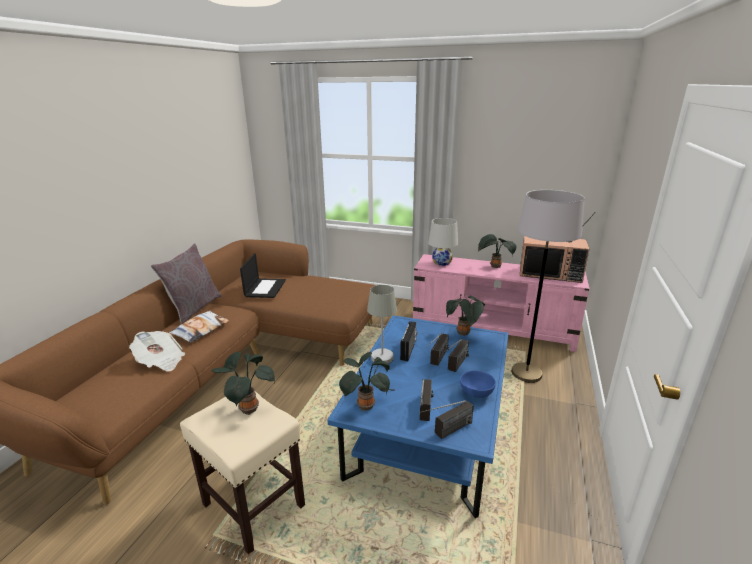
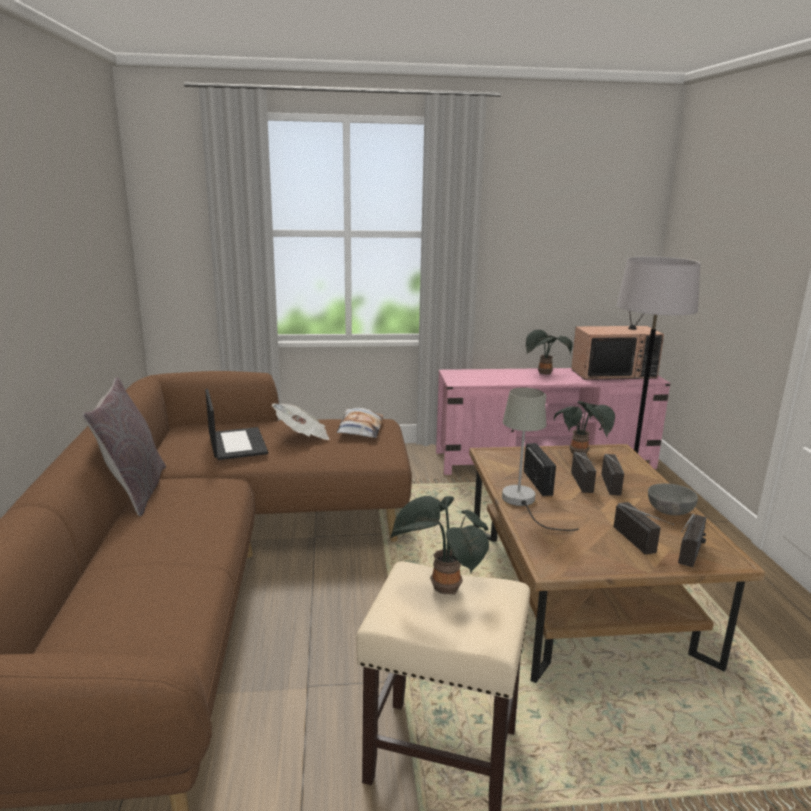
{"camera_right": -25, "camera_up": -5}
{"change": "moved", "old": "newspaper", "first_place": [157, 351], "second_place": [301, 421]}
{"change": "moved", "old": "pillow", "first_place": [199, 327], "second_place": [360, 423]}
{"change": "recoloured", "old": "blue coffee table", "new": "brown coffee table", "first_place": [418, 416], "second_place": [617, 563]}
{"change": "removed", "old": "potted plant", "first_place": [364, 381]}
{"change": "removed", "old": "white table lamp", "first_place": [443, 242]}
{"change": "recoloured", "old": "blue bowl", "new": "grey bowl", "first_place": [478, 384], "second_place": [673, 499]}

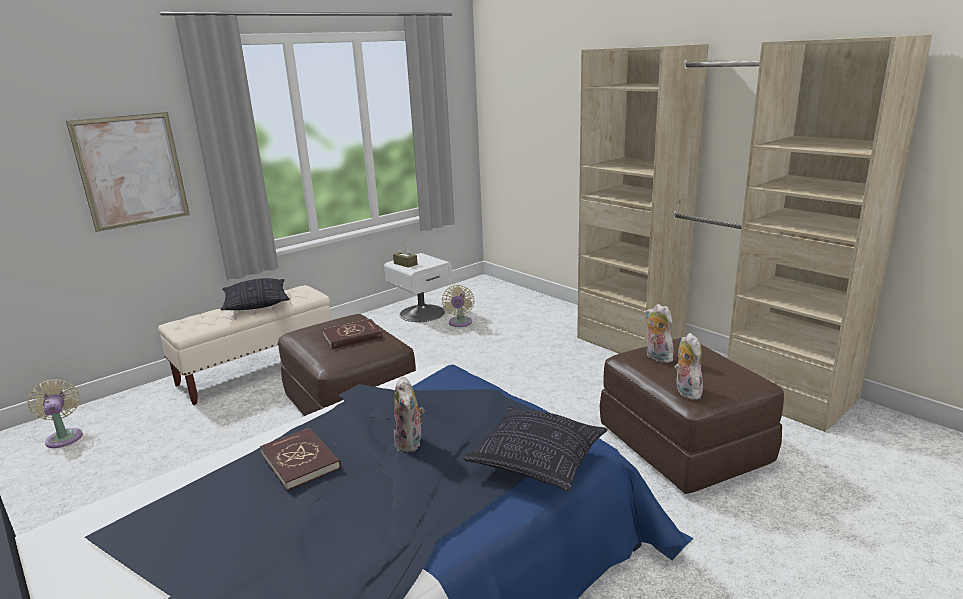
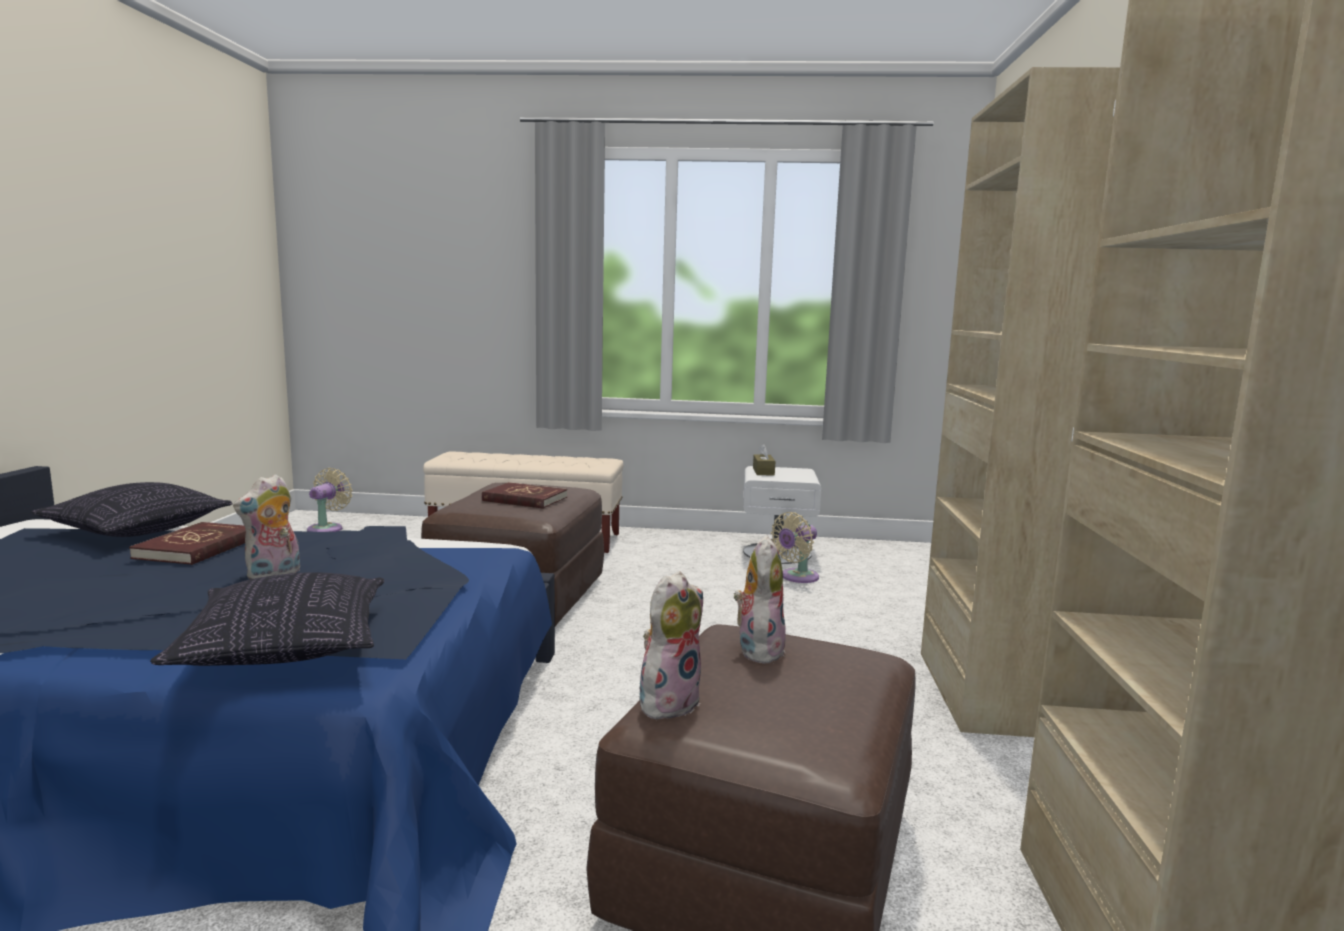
{"camera_right": 45, "camera_up": -10}
{"change": "removed", "old": "picture", "first_place": [128, 172]}
{"change": "moved", "old": "pillow", "first_place": [255, 294], "second_place": [131, 509]}

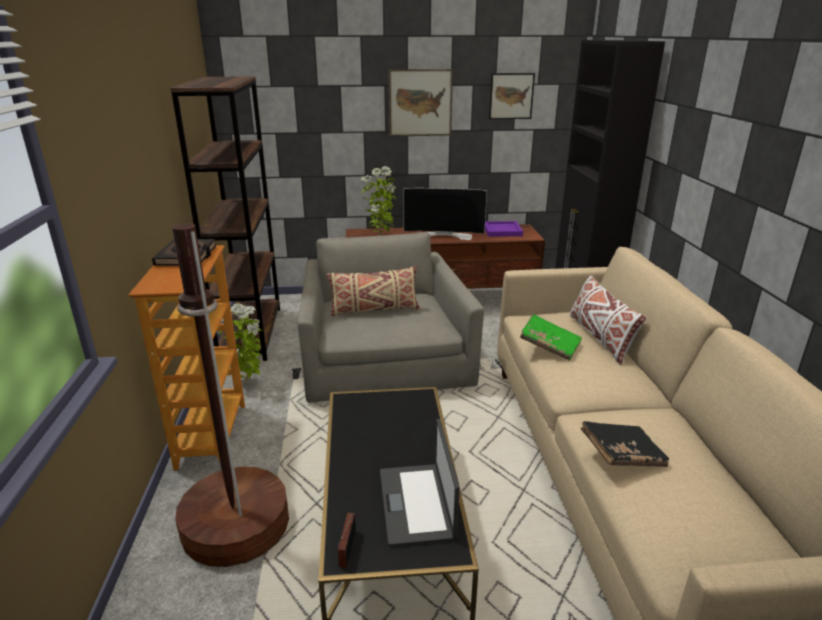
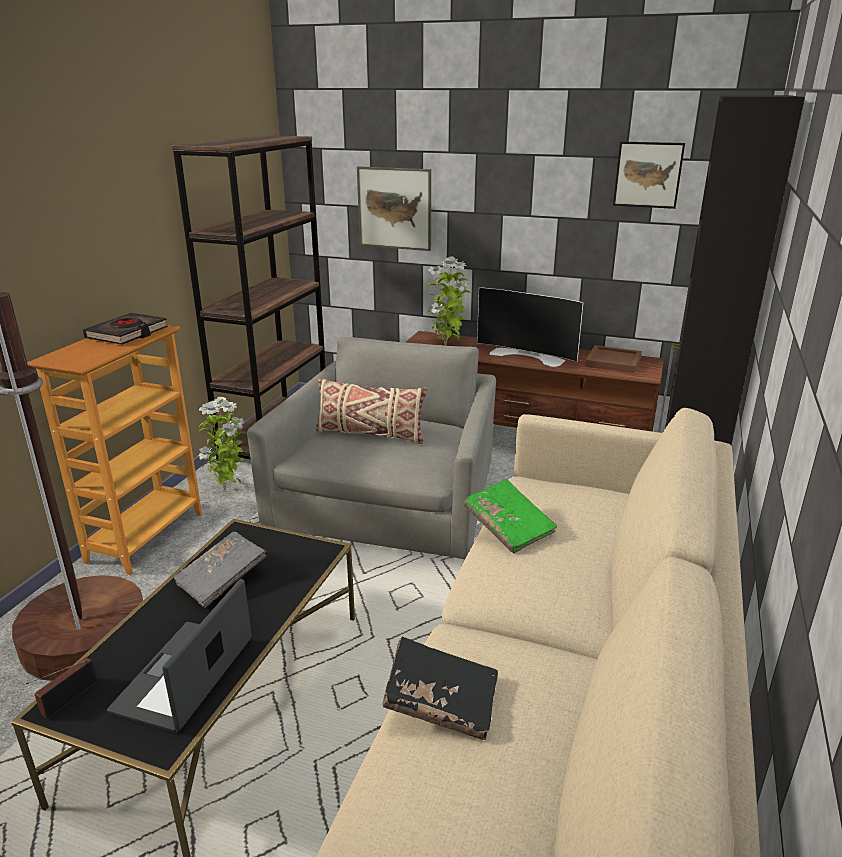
{"camera_right": 25, "camera_up": 0}
{"change": "moved", "old": "picture", "first_place": [420, 102], "second_place": [394, 208]}
{"change": "recoloured", "old": "purple tray", "new": "brown tray", "first_place": [504, 229], "second_place": [613, 359]}
{"change": "removed", "old": "white pillow", "first_place": [608, 320]}
{"change": "added", "new": "grey book", "second_place": [220, 569]}

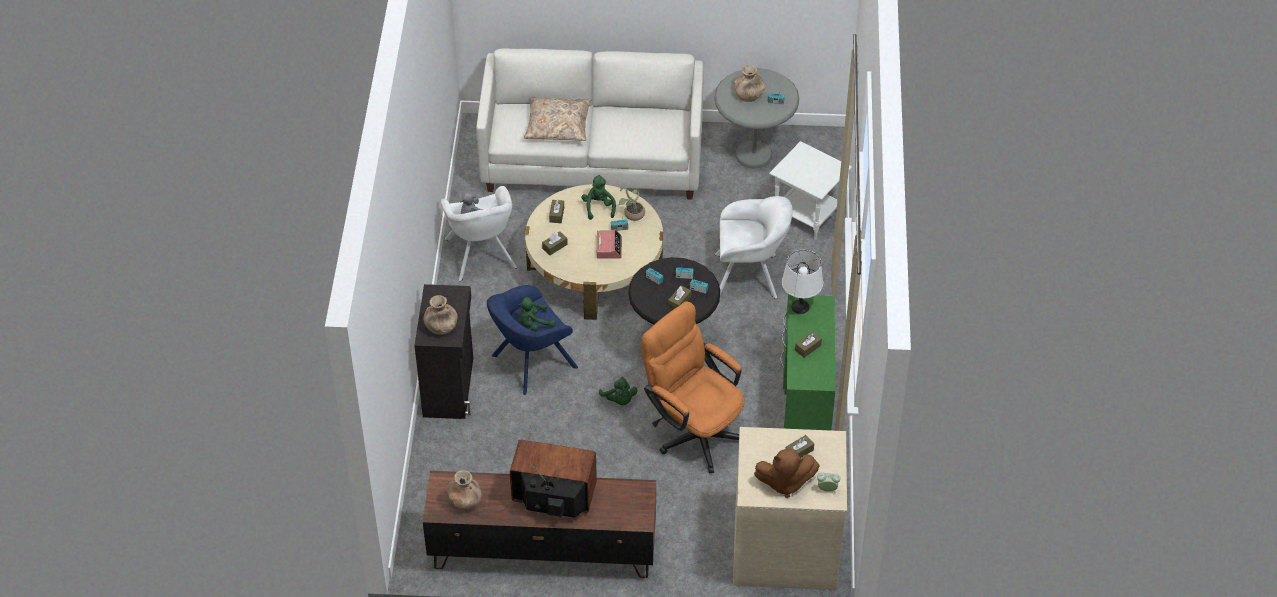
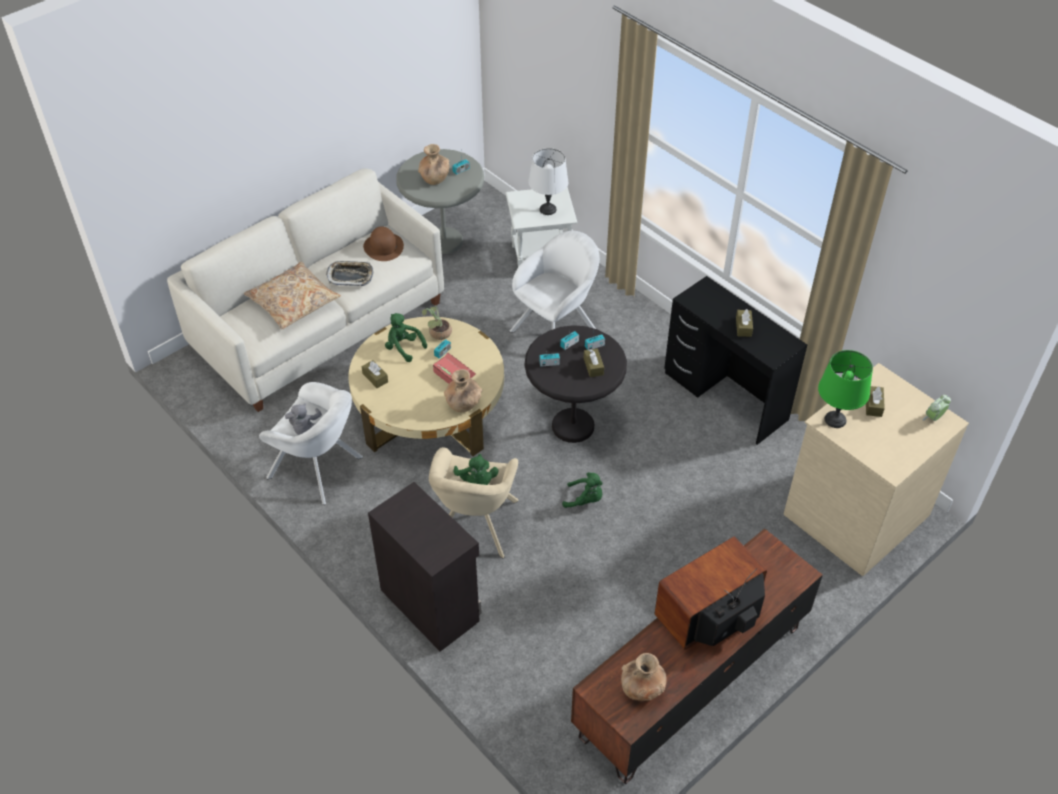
{"camera_right": -45, "camera_up": 0}
{"change": "moved", "old": "brown vase", "first_place": [440, 315], "second_place": [463, 390]}
{"change": "recoloured", "old": "blue armchair", "new": "beige armchair", "first_place": [532, 340], "second_place": [474, 502]}
{"change": "turned", "old": "green plush toy", "first_place": [537, 314], "second_place": [476, 469], "degrees": -45}
{"change": "removed", "old": "brown tissue box", "first_place": [555, 243]}
{"change": "removed", "old": "orange office chair", "first_place": [692, 387]}
{"change": "removed", "old": "brown plush toy", "first_place": [787, 473]}
{"change": "recoloured", "old": "green desk", "new": "black desk", "first_place": [808, 362], "second_place": [735, 360]}
{"change": "moved", "old": "white table lamp", "first_place": [802, 282], "second_place": [548, 181]}
{"change": "added", "new": "tray", "second_place": [350, 273]}
{"change": "added", "new": "brown hat", "second_place": [383, 243]}
{"change": "added", "new": "green table lamp", "second_place": [845, 389]}

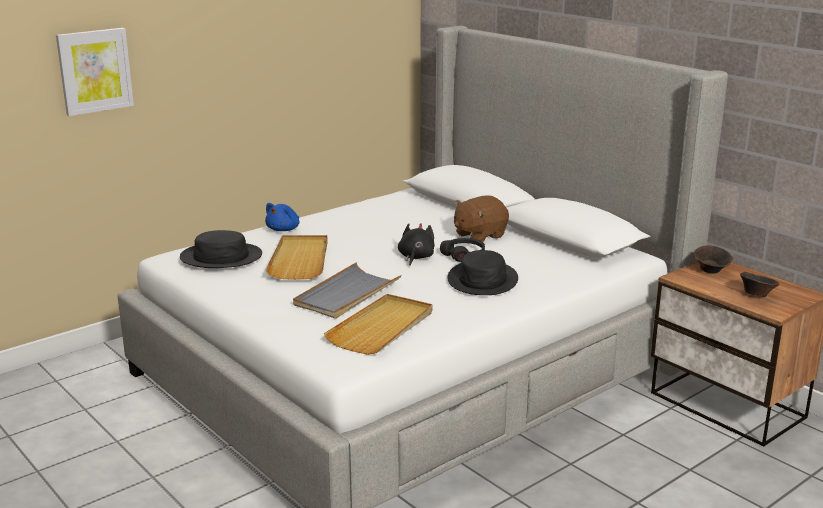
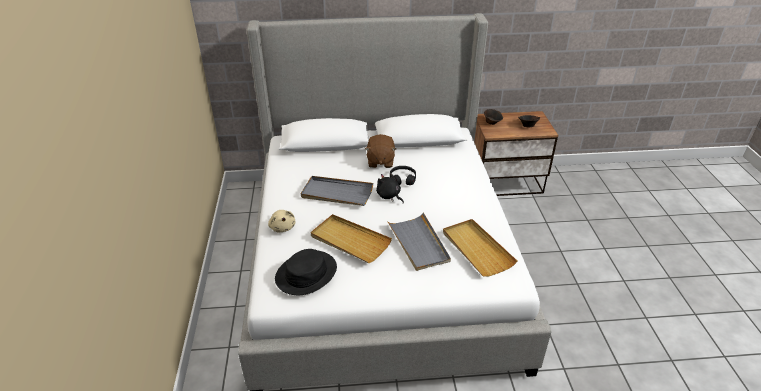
{"camera_right": -55, "camera_up": 15}
{"change": "removed", "old": "picture", "first_place": [95, 72]}
{"change": "recoloured", "old": "blue plush toy", "new": "beige plush toy", "first_place": [282, 217], "second_place": [281, 221]}
{"change": "removed", "old": "black hat", "first_place": [482, 272]}
{"change": "added", "new": "grey tray", "second_place": [337, 191]}

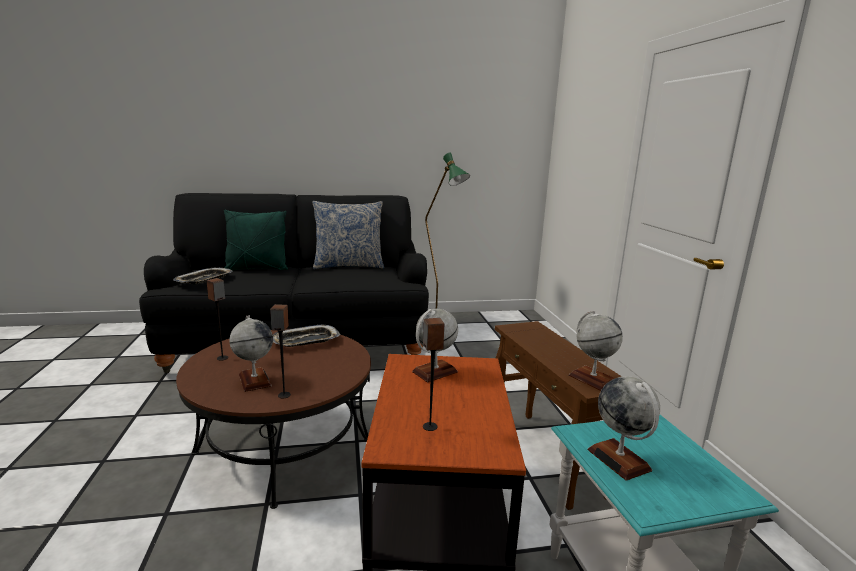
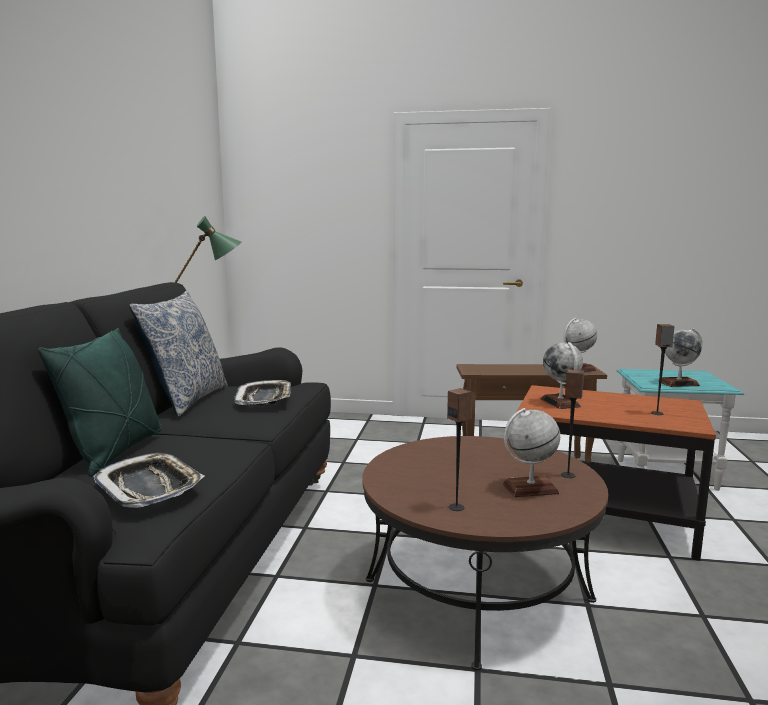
{"camera_right": -70, "camera_up": -5}
{"change": "moved", "old": "tray", "first_place": [306, 335], "second_place": [262, 393]}

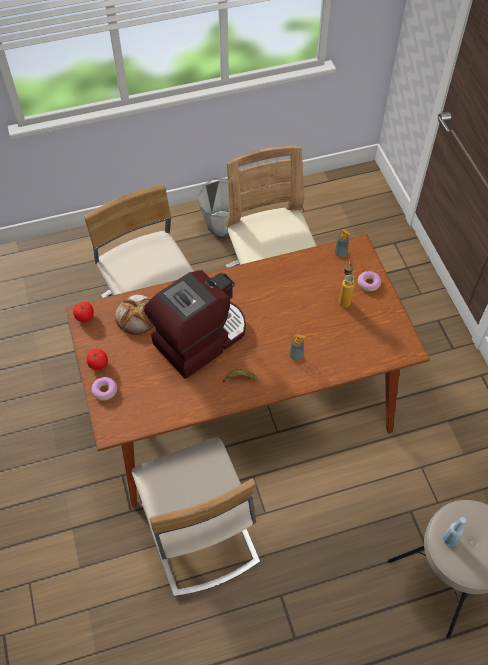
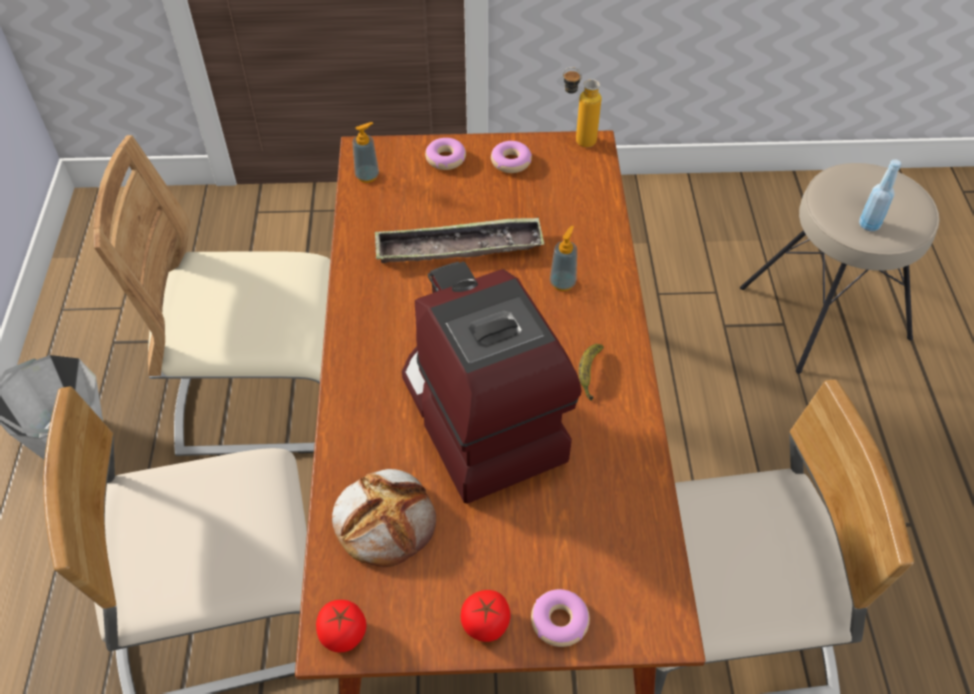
{"camera_right": -75, "camera_up": -5}
{"change": "moved", "old": "bottle", "first_place": [347, 284], "second_place": [582, 107]}
{"change": "added", "new": "tray", "second_place": [459, 240]}
{"change": "added", "new": "donut", "second_place": [511, 157]}

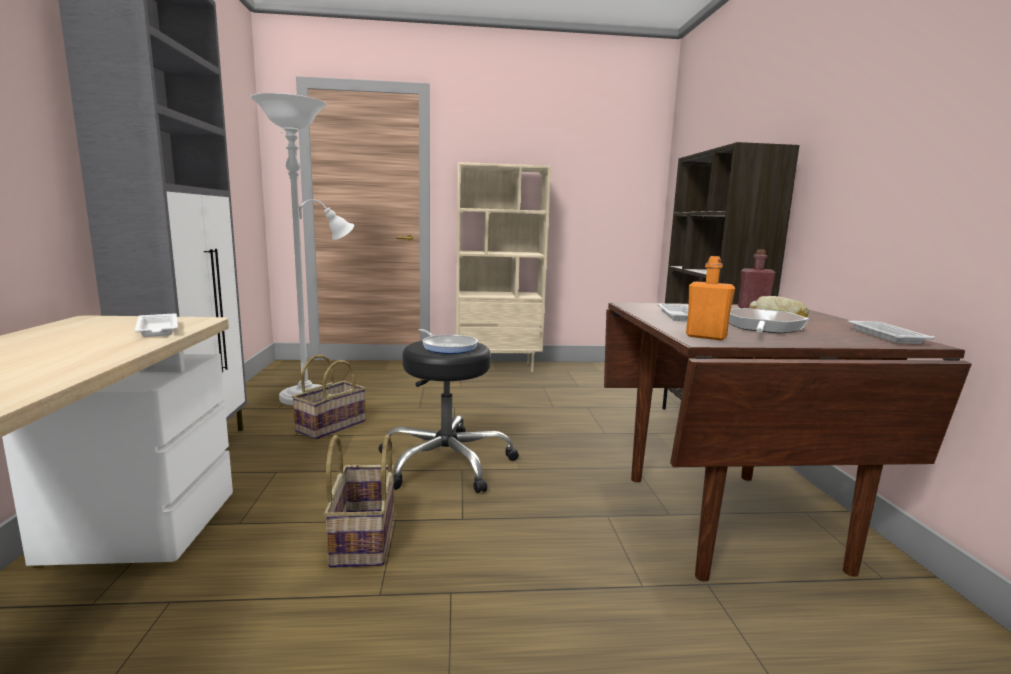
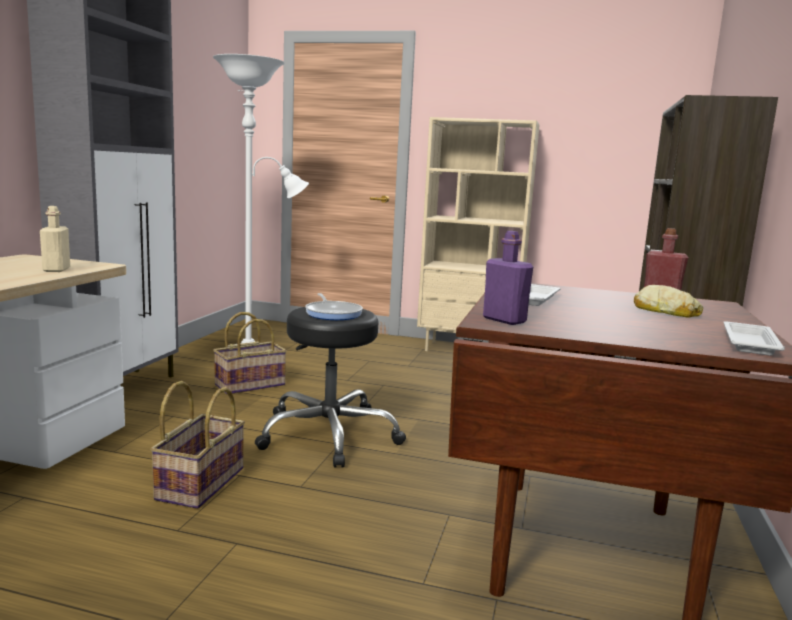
{"camera_right": 20, "camera_up": 0}
{"change": "replaced", "old": "white tray", "new": "beige bottle", "first_place": [156, 325], "second_place": [55, 239]}
{"change": "recoloured", "old": "orange bottle", "new": "purple bottle", "first_place": [710, 298], "second_place": [508, 278]}
{"change": "removed", "old": "frying pan", "first_place": [769, 320]}

